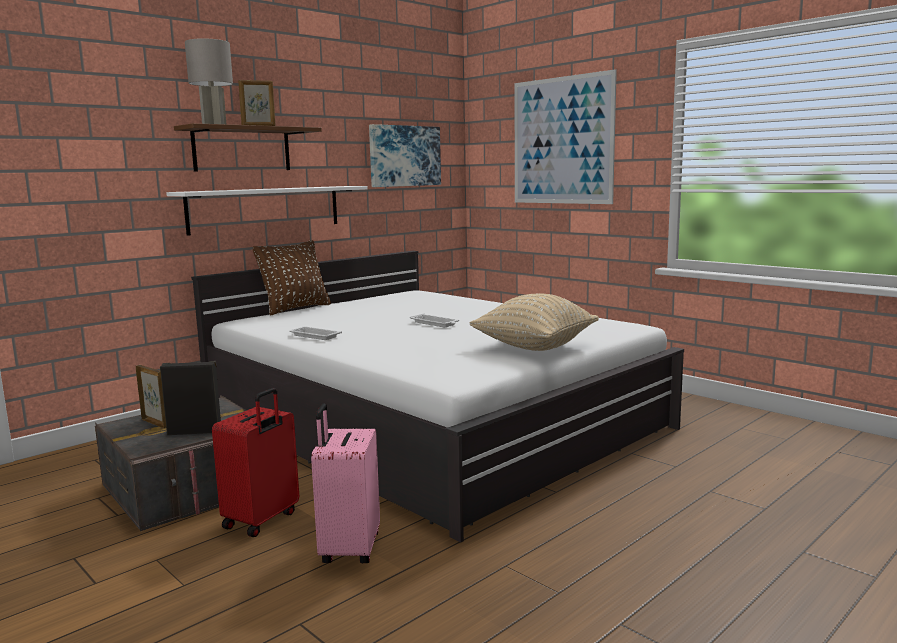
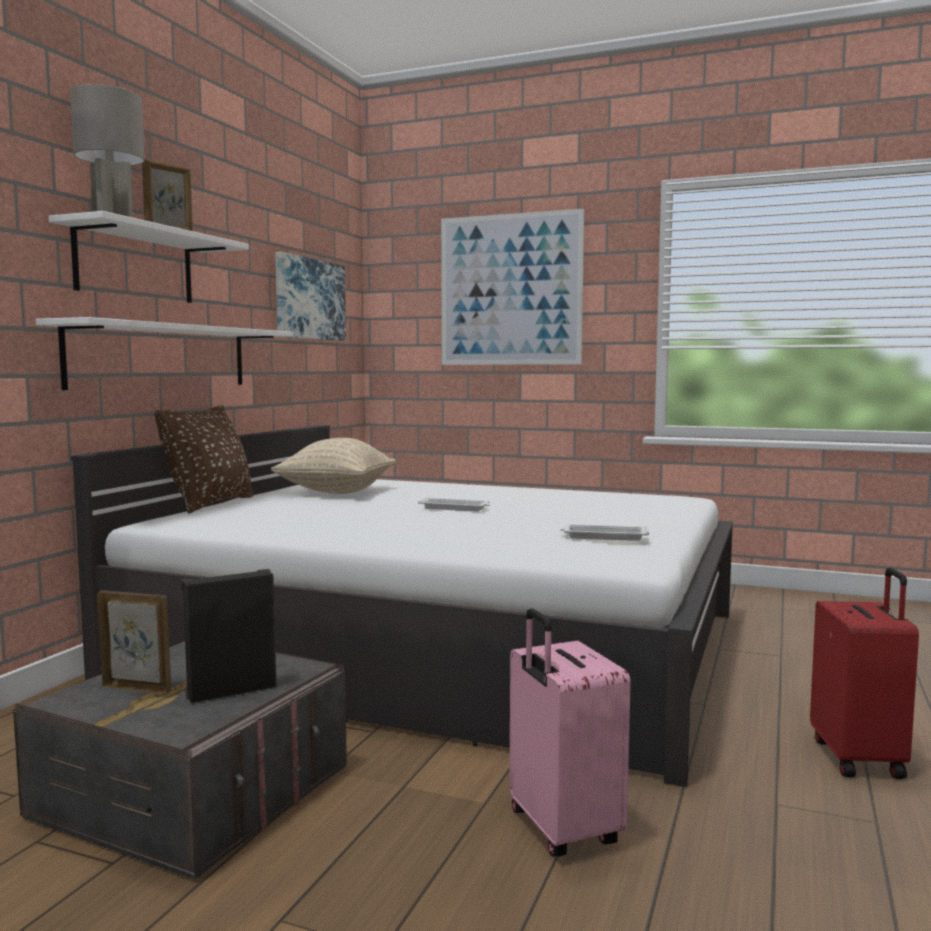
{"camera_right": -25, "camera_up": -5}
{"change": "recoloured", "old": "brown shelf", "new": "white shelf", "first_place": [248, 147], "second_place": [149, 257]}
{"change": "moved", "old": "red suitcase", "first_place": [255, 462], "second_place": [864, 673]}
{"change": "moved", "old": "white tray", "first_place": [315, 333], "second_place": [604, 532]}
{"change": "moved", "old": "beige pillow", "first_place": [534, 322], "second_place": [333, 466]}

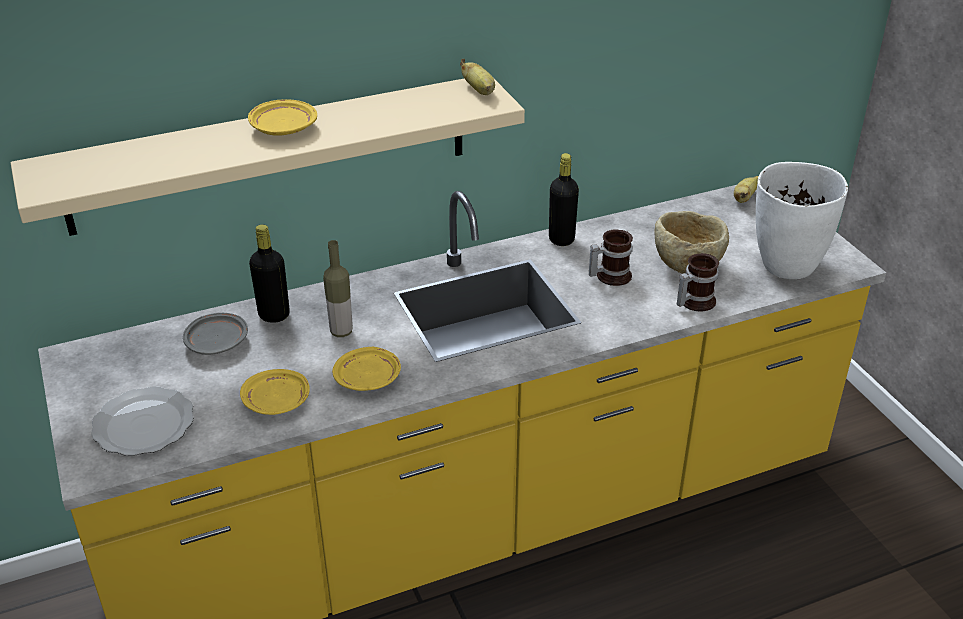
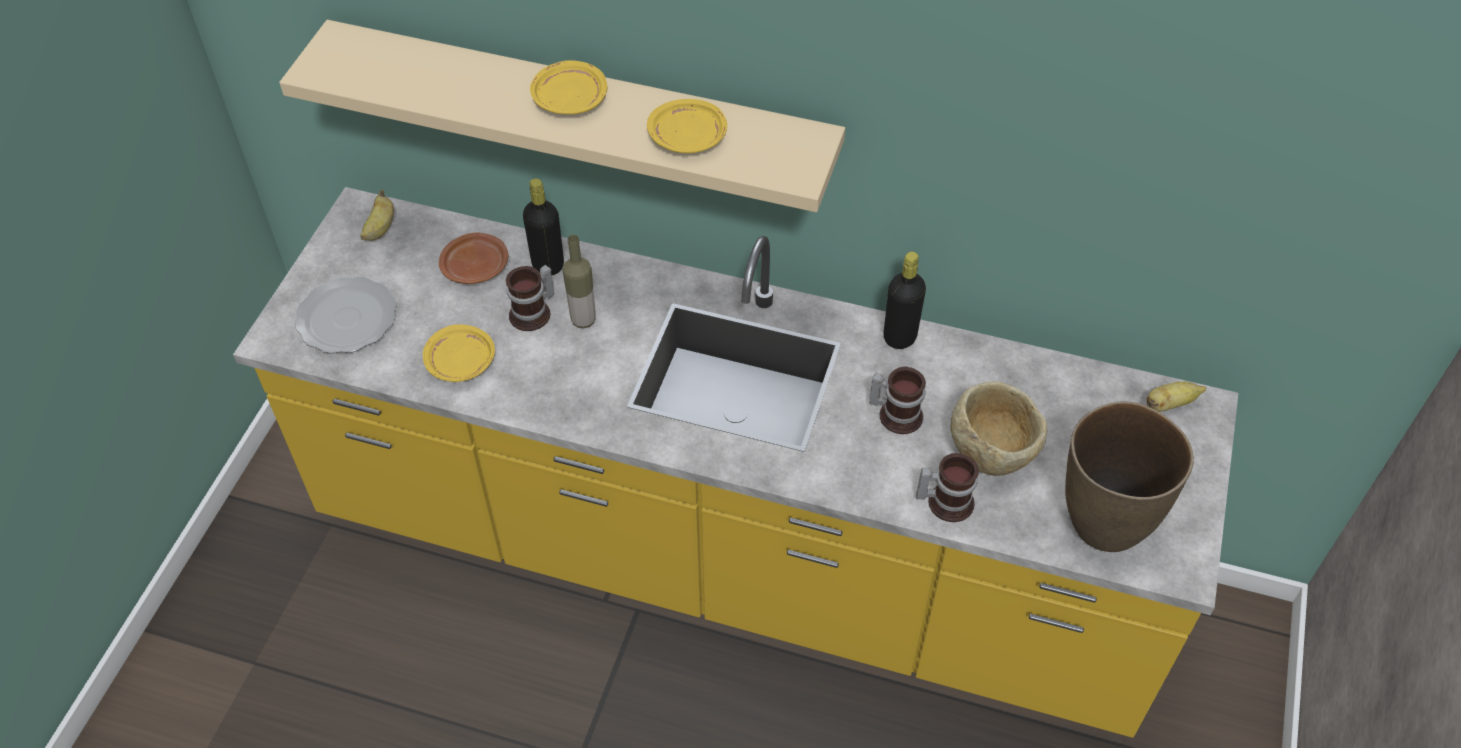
{"camera_right": 40, "camera_up": 15}
{"change": "recoloured", "old": "grey plate", "new": "brown plate", "first_place": [215, 334], "second_place": [473, 258]}
{"change": "moved", "old": "yellow plate", "first_place": [366, 369], "second_place": [687, 126]}
{"change": "moved", "old": "banana", "first_place": [477, 77], "second_place": [377, 215]}
{"change": "recoloured", "old": "white vase", "new": "brown vase", "first_place": [802, 220], "second_place": [1129, 476]}
{"change": "added", "new": "mug", "second_place": [530, 298]}

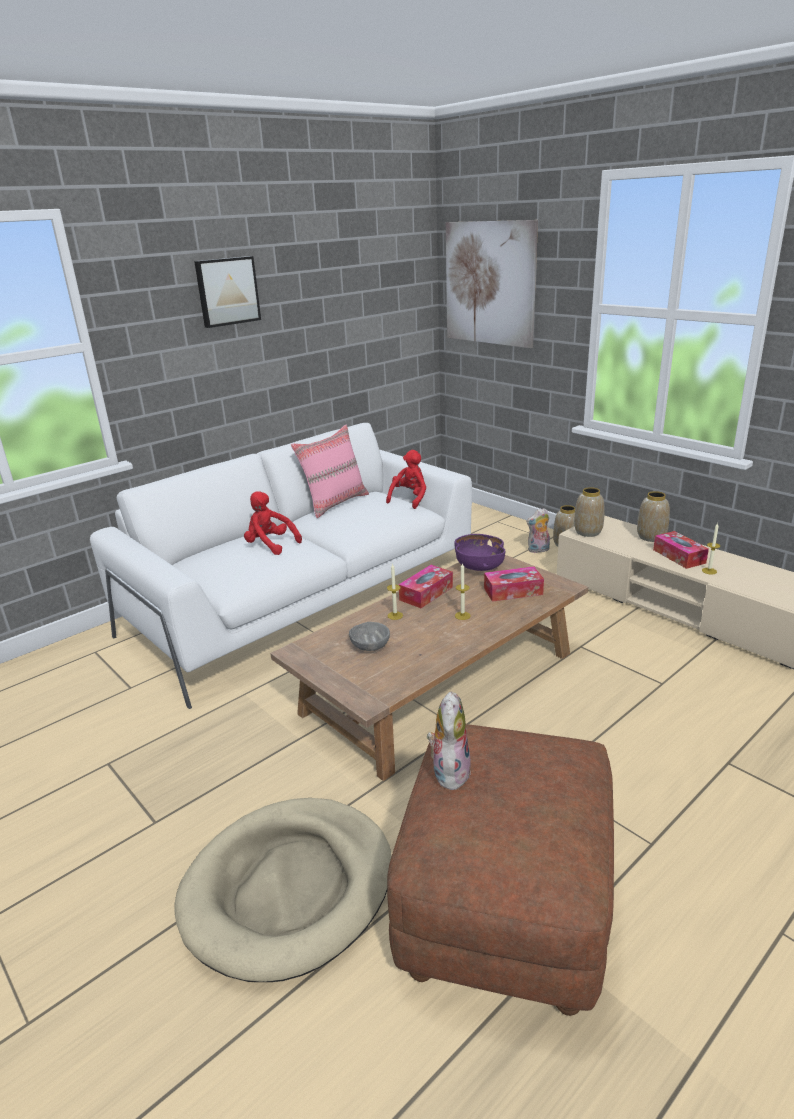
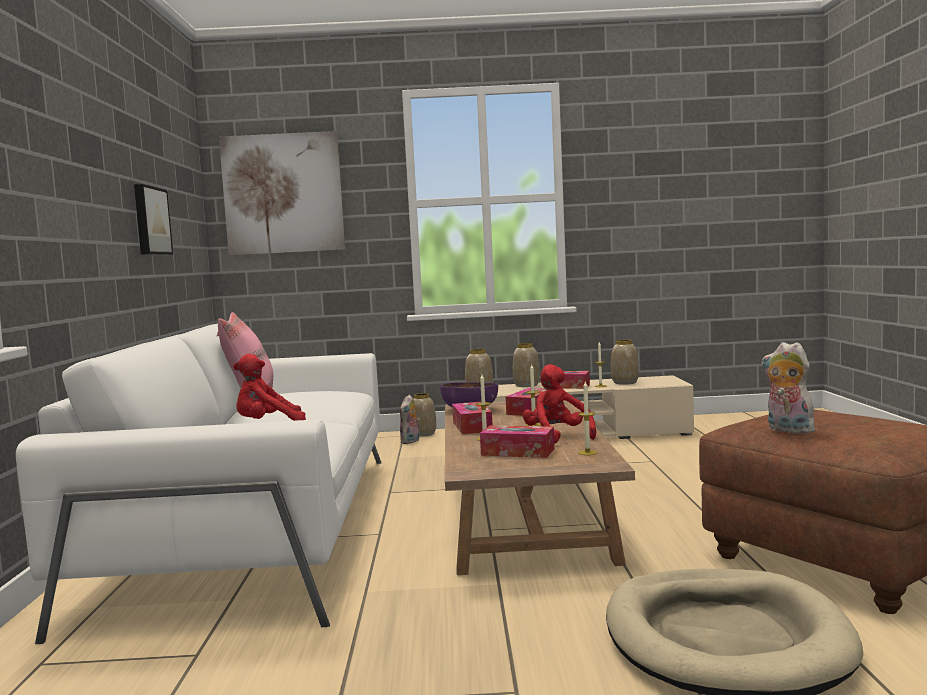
{"camera_right": -50, "camera_up": -20}
{"change": "moved", "old": "picture", "first_place": [227, 292], "second_place": [153, 219]}
{"change": "replaced", "old": "grey bowl", "new": "tissue box", "first_place": [369, 636], "second_place": [517, 441]}
{"change": "moved", "old": "red plush toy", "first_place": [406, 479], "second_place": [559, 403]}
{"change": "added", "new": "candle", "second_place": [588, 418]}
{"change": "added", "new": "vase", "second_place": [625, 362]}

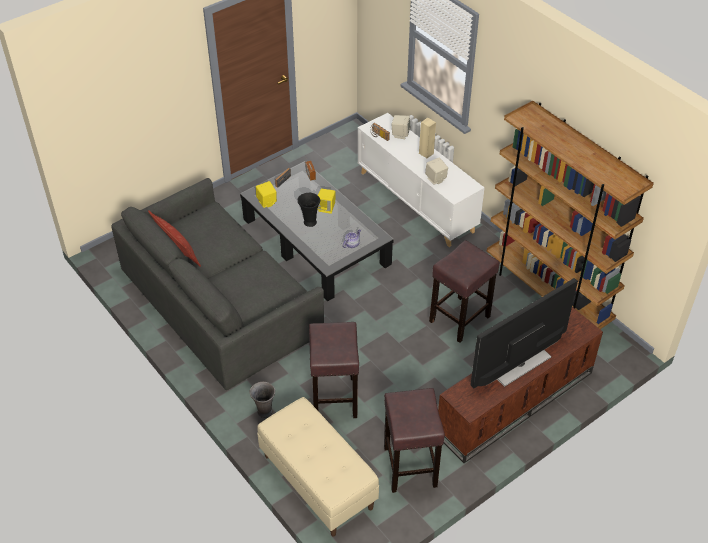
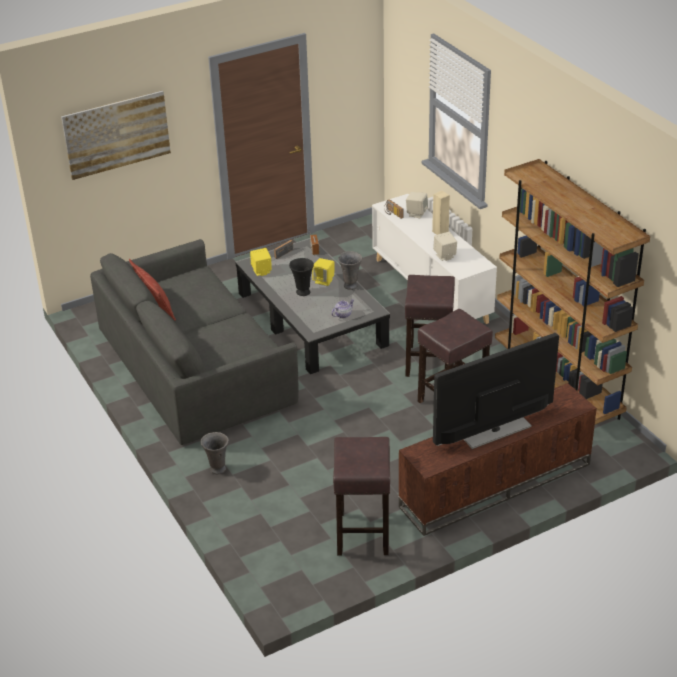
{"camera_right": 10, "camera_up": -10}
{"change": "removed", "old": "beige bench", "first_place": [318, 466]}
{"change": "moved", "old": "brown stool", "first_place": [334, 370], "second_place": [430, 326]}
{"change": "added", "new": "picture", "second_place": [116, 135]}
{"change": "added", "new": "grey vase", "second_place": [350, 270]}

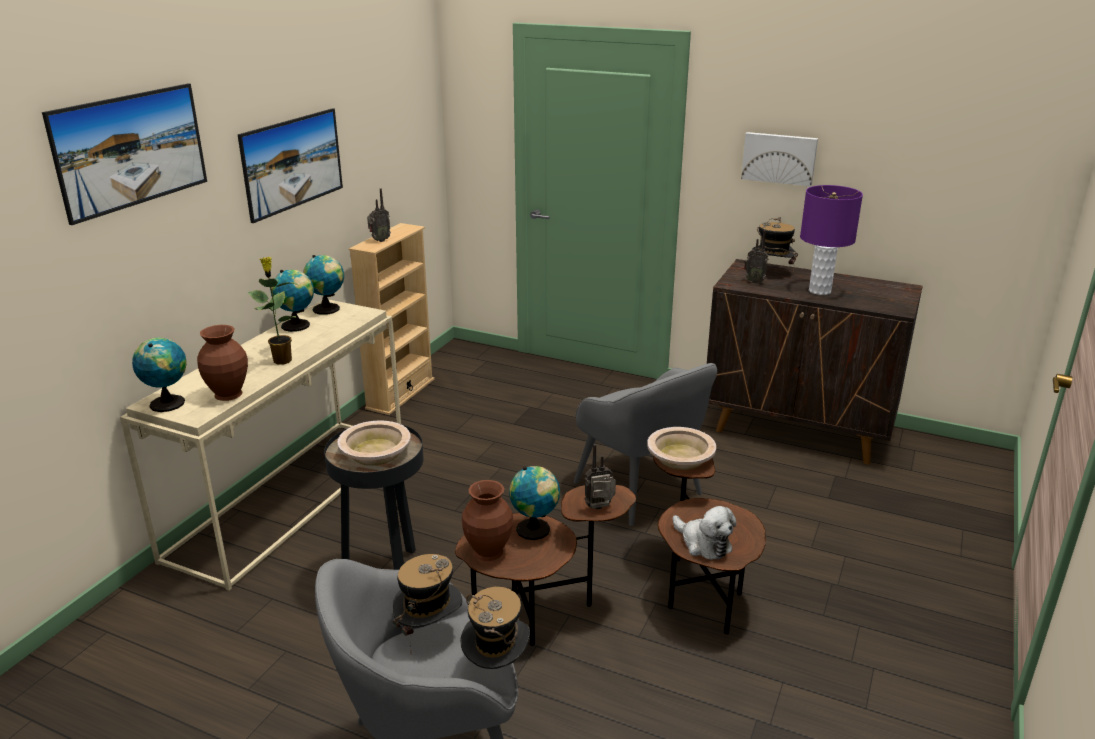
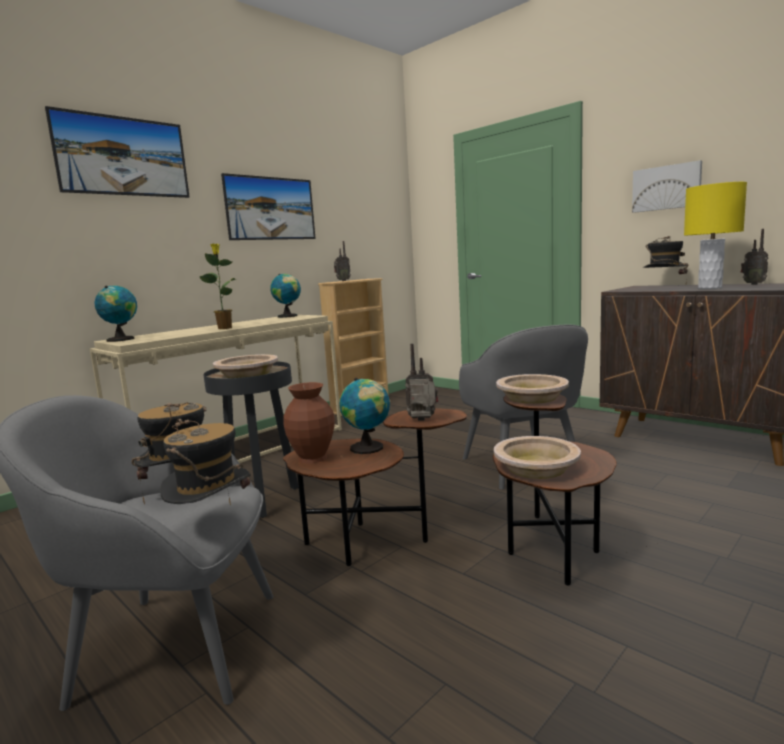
{"camera_right": 20, "camera_up": -15}
{"change": "removed", "old": "brown vase", "first_place": [222, 363]}
{"change": "removed", "old": "globe", "first_place": [292, 301]}
{"change": "replaced", "old": "plush toy", "new": "beige bowl", "first_place": [705, 533], "second_place": [537, 457]}
{"change": "moved", "old": "radio", "first_place": [756, 257], "second_place": [755, 257]}
{"change": "recoloured", "old": "purple table lamp", "new": "yellow table lamp", "first_place": [831, 240], "second_place": [715, 235]}

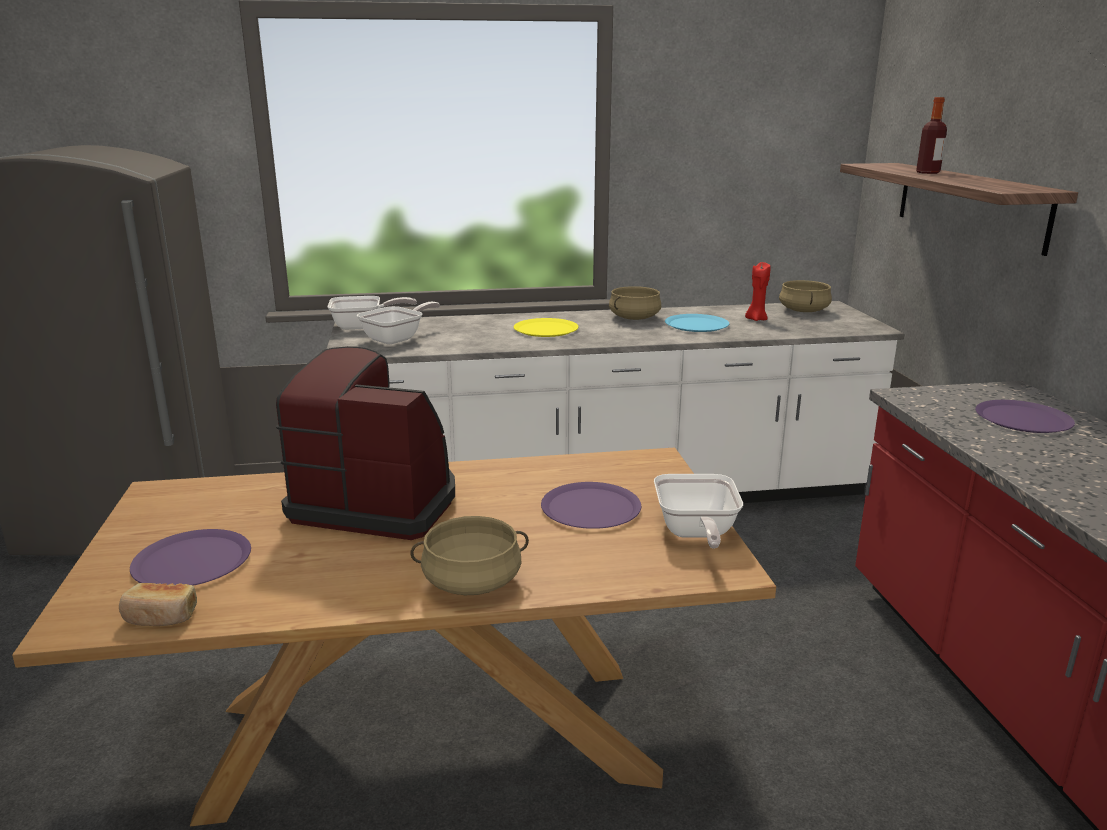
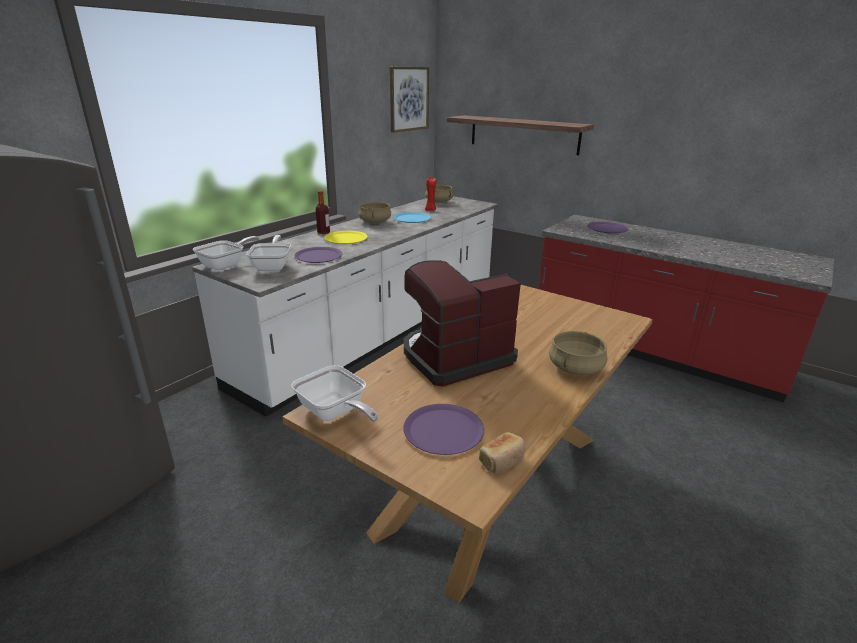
{"camera_right": -45, "camera_up": 5}
{"change": "moved", "old": "purple plate", "first_place": [591, 505], "second_place": [319, 255]}
{"change": "moved", "old": "frying pan", "first_place": [698, 511], "second_place": [334, 393]}
{"change": "moved", "old": "bottle", "first_place": [931, 135], "second_place": [323, 212]}
{"change": "added", "new": "picture", "second_place": [409, 100]}

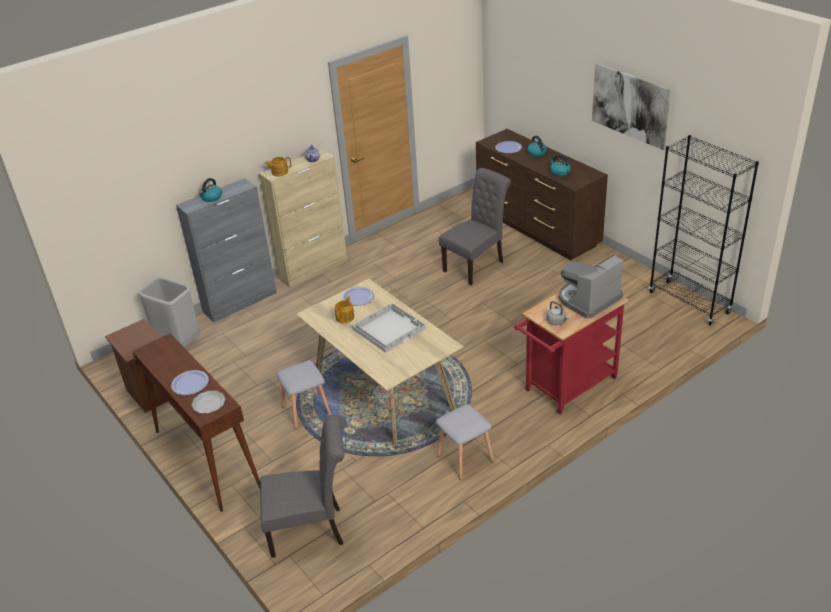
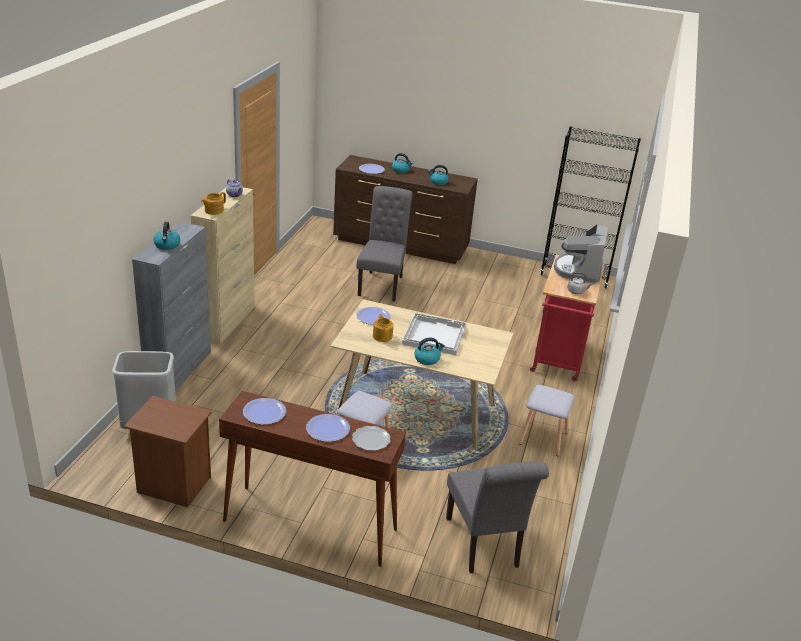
{"camera_right": -40, "camera_up": -5}
{"change": "turned", "old": "grey chair", "first_place": [302, 486], "second_place": [497, 517], "degrees": 120}
{"change": "removed", "old": "picture", "first_place": [631, 106]}
{"change": "added", "new": "plate", "second_place": [264, 411]}
{"change": "added", "new": "kettle", "second_place": [429, 351]}

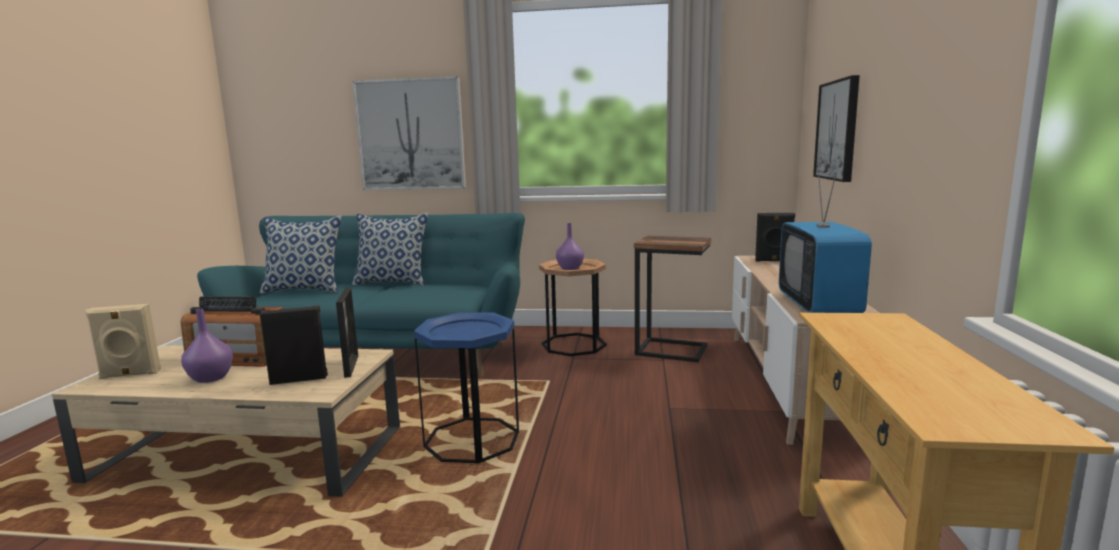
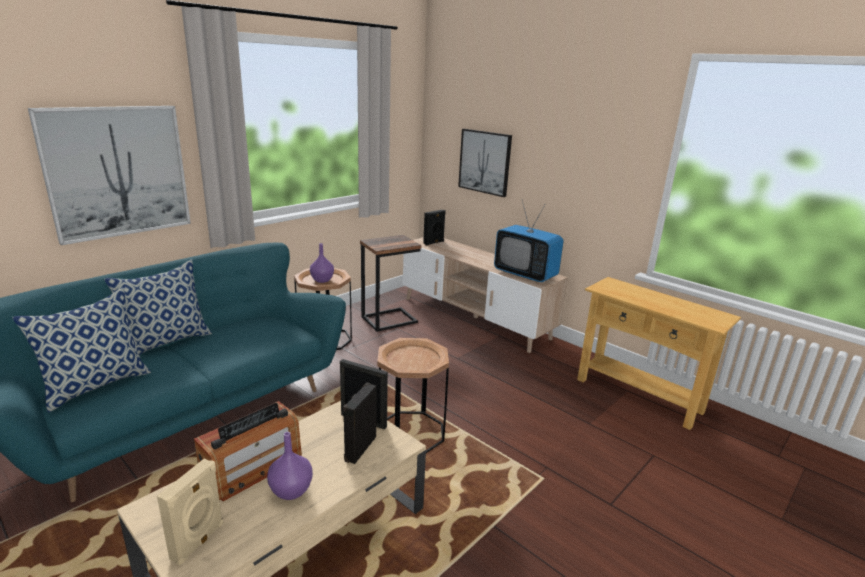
{"camera_right": -55, "camera_up": 10}
{"change": "recoloured", "old": "blue side table", "new": "brown side table", "first_place": [466, 387], "second_place": [413, 395]}

